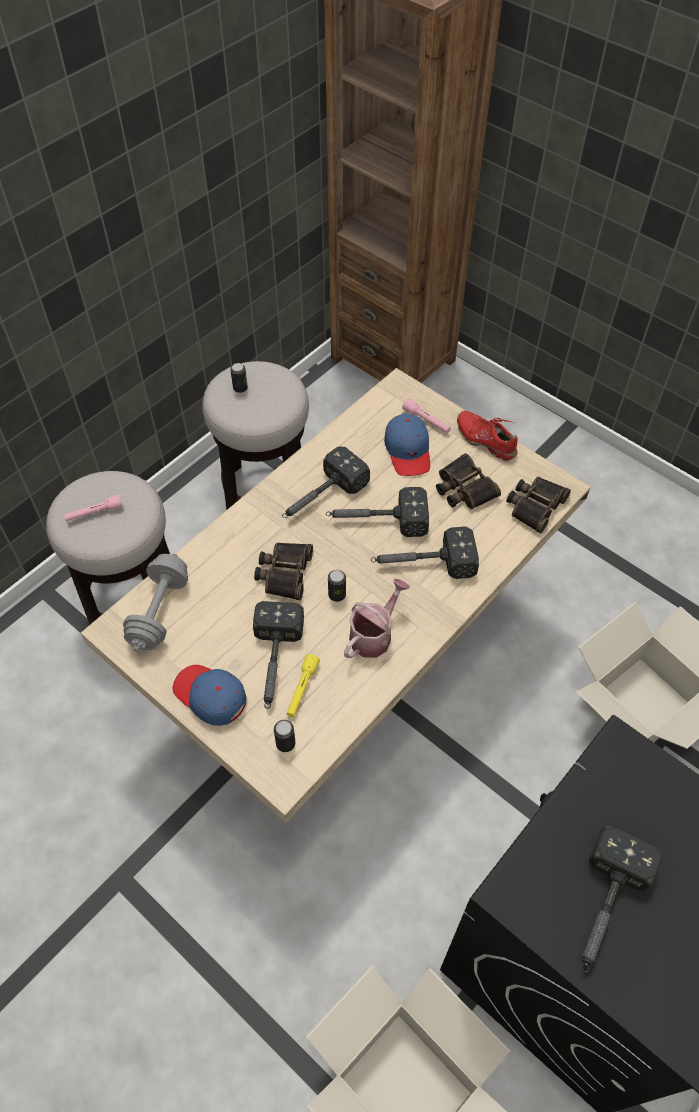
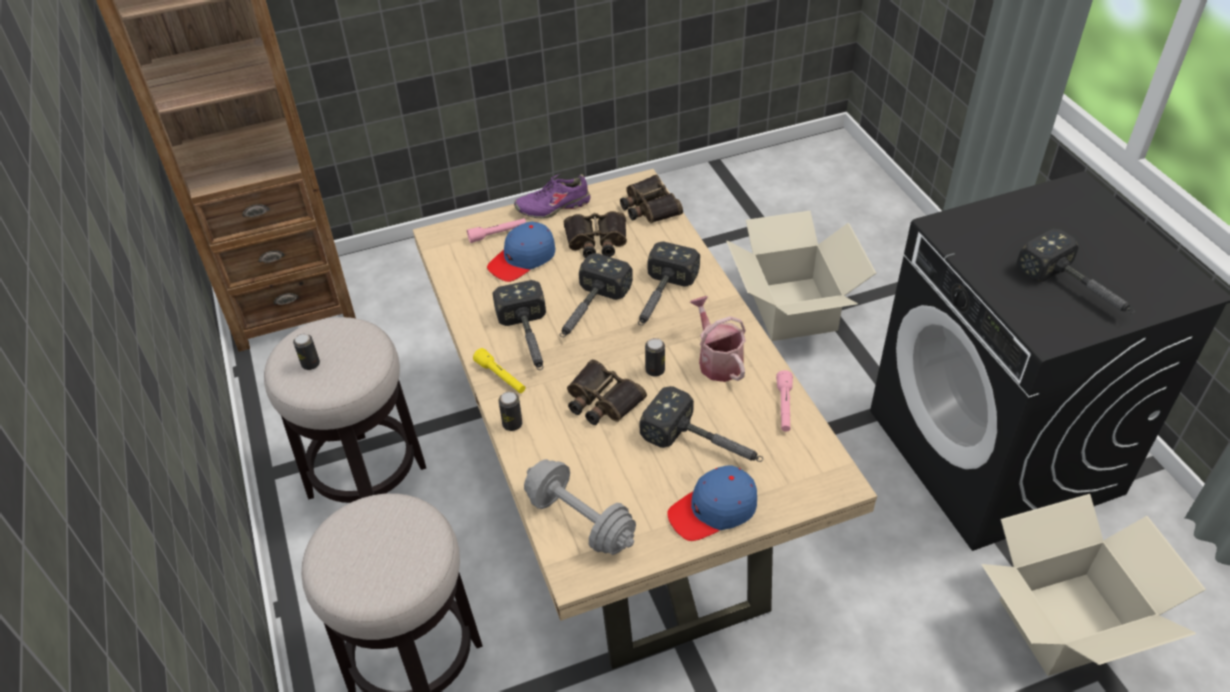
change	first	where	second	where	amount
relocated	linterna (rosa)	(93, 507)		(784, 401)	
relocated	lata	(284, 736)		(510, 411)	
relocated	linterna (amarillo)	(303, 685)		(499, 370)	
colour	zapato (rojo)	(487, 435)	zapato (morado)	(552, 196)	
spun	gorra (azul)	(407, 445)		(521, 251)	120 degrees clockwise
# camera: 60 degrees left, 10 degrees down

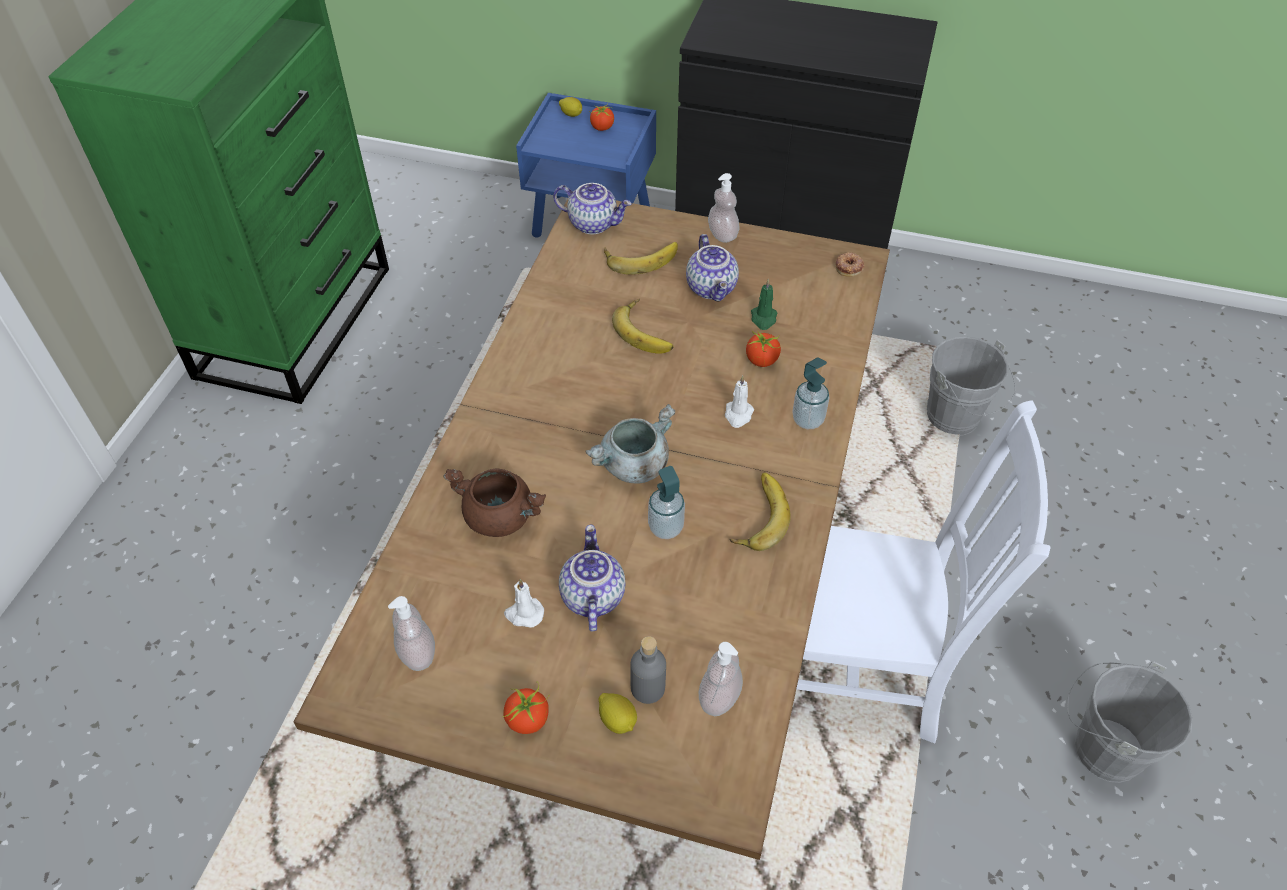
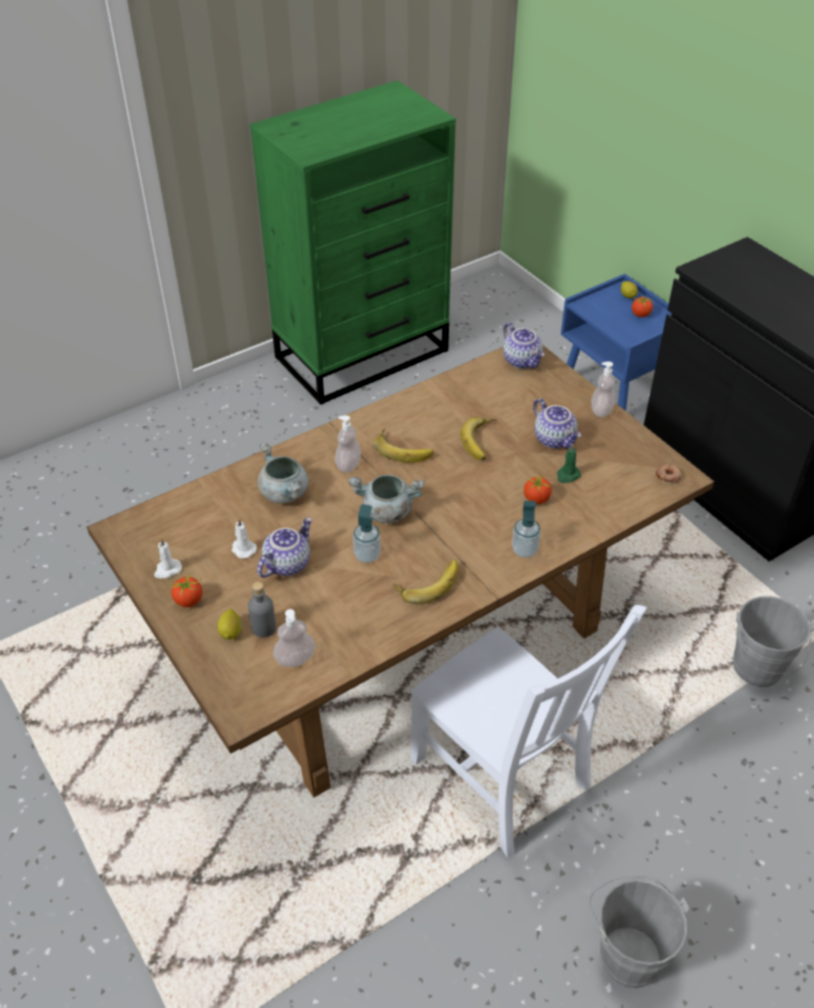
change	first	where	second	where	amount
relocated	dispensador de jabón	(411, 633)		(348, 443)	
relocated	plátano	(641, 258)		(403, 445)	
relocated	vela (blanco)	(739, 401)		(168, 558)	
colour	olla (marrón)	(494, 503)	olla (gris)	(283, 473)	
spun	tetera	(712, 268)		(557, 423)	60 degrees counterclockwise
# camera: 40 degrees right, 5 degrees down

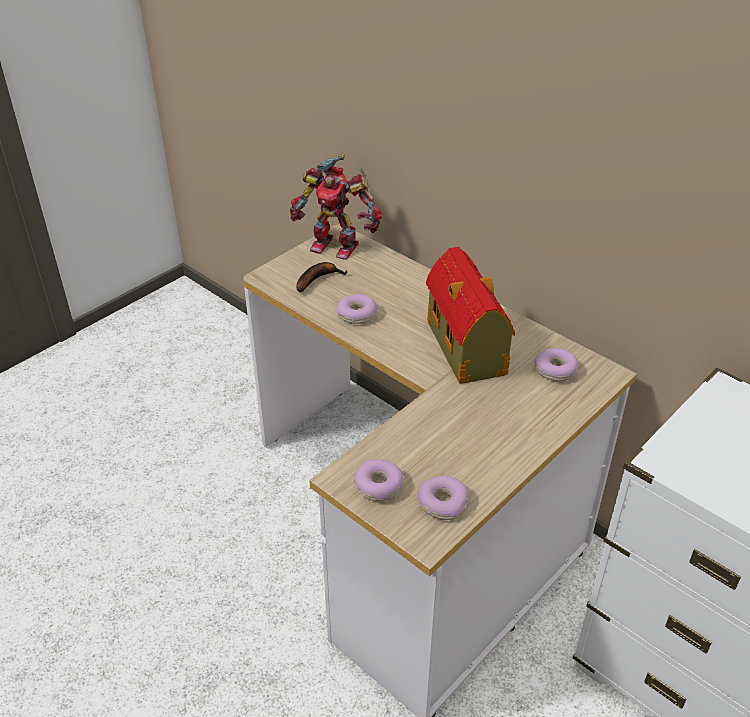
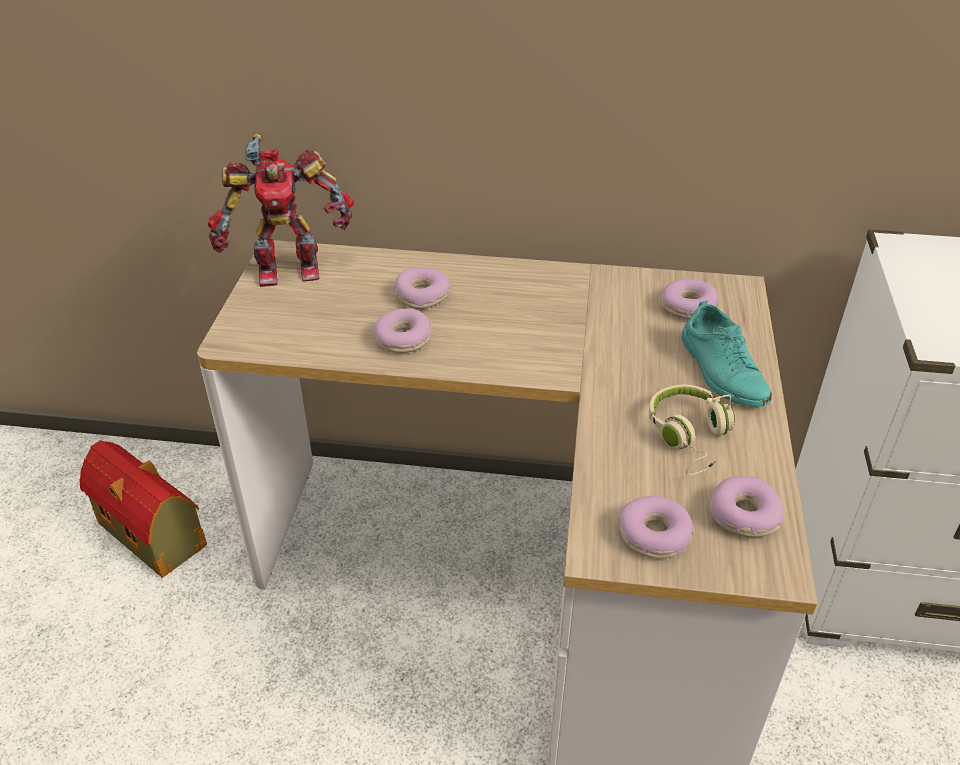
change	first	where	second	where	amount
missing	plátano	(321, 277)			
appeared			rosquilla	(422, 288)	
appeared			auriculares (beis)	(692, 429)	
appeared			zapato (turquesa)	(726, 353)	
relocated	casita	(470, 315)		(143, 509)	
# camera: 35 degrees left, 0 degrees up

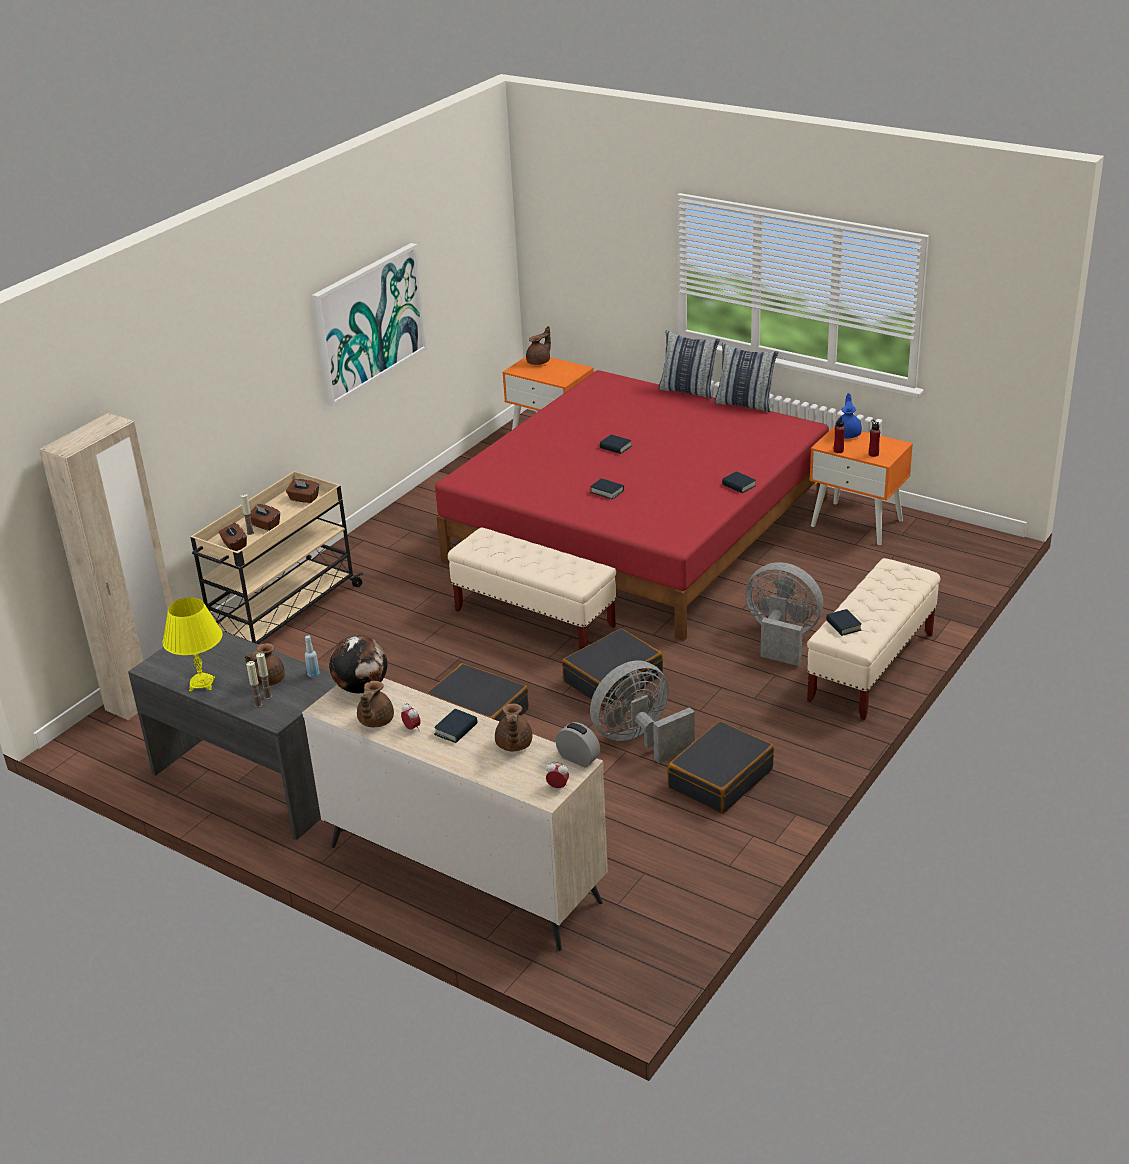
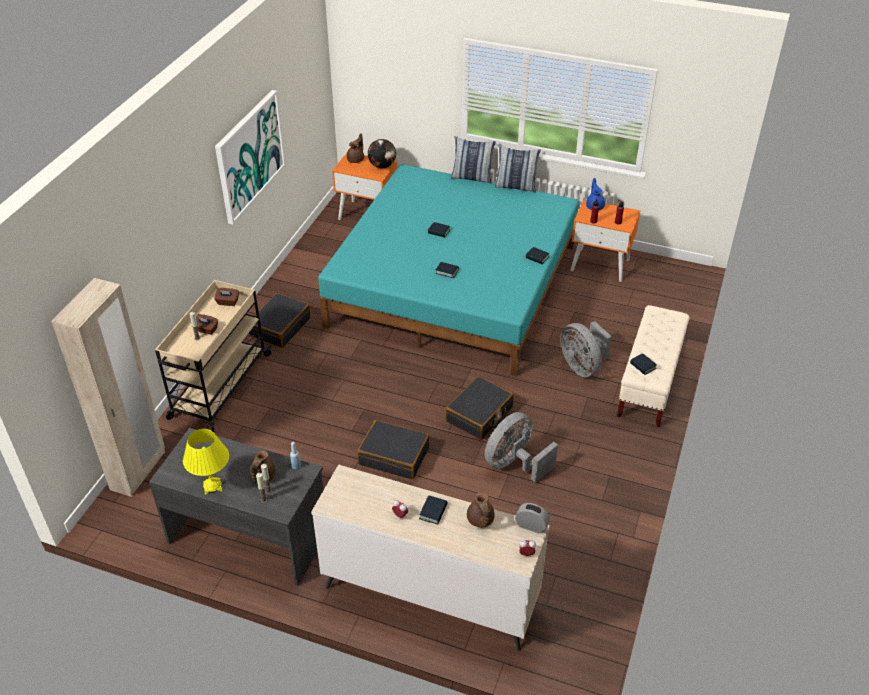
change	first	where	second	where	amount
missing	caja de pañuelos (marrón)	(233, 537)			
missing	tetera (marrón)	(375, 704)			
missing	banco (beis)	(532, 588)			
relocated	globo terráqueo	(358, 664)		(382, 153)	
relocated	maleta (negro)	(720, 767)		(280, 320)	
colour	cama (rojo)	(632, 505)	cama (turquesa)	(448, 270)	
spun	ventilador (gris)	(784, 614)		(586, 349)	135 degrees counterclockwise
# camera: 15 degrees left, 10 degrees up

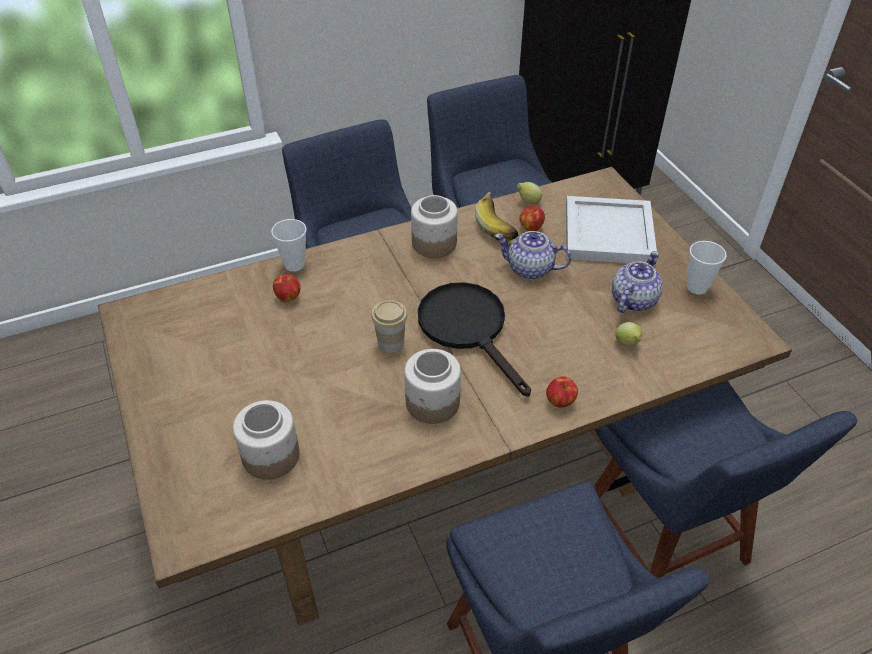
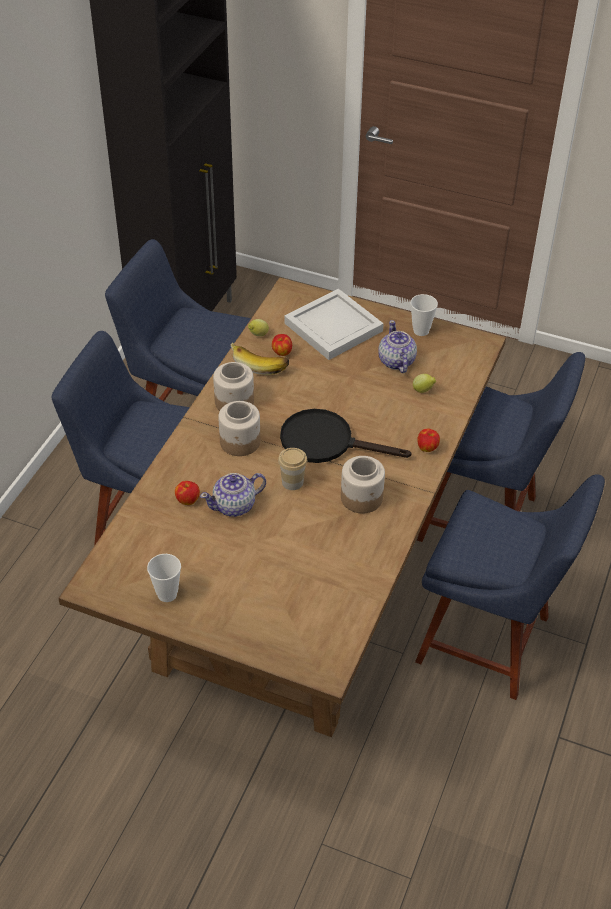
change	first	where	second	where	amount
relocated	tarro	(266, 440)		(239, 428)	
relocated	taza	(288, 245)		(164, 578)	
relocated	tetera	(533, 255)		(233, 495)	
# camera: 45 degrees left, 0 degrees up

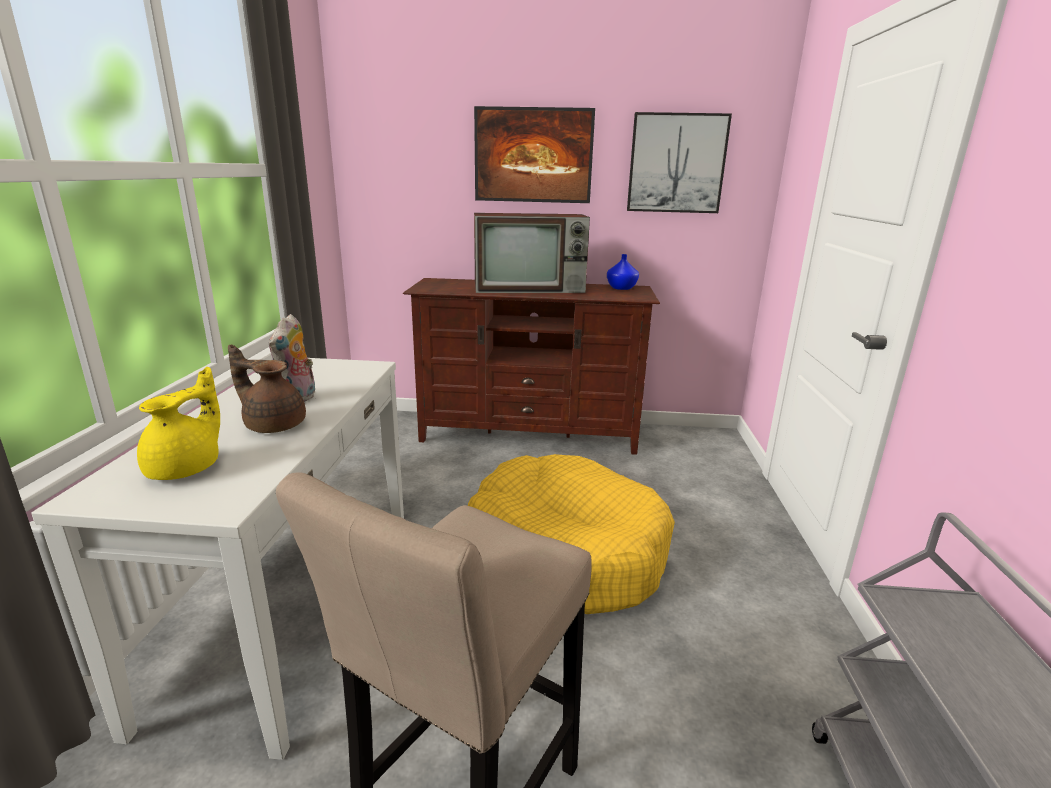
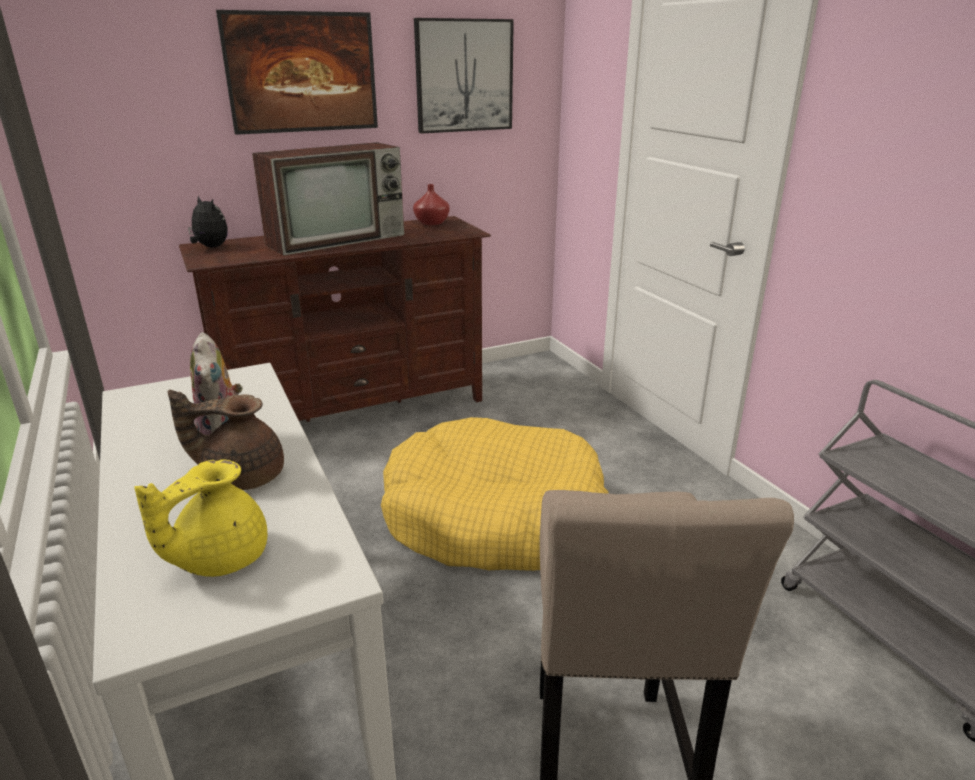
change	first	where	second	where	amount
appeared			peluche	(208, 221)	
colour	florero (azul)	(623, 272)	florero (rojo)	(431, 204)	
spun	tetera (amarillo)	(178, 423)		(200, 518)	135 degrees counterclockwise
# camera: 30 degrees left, 5 degrees up

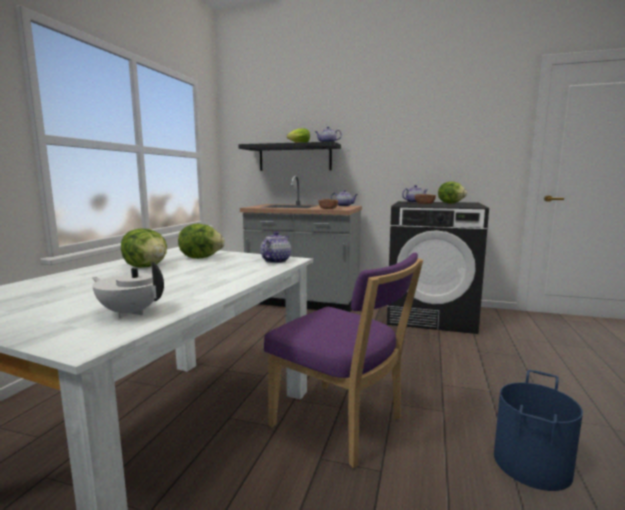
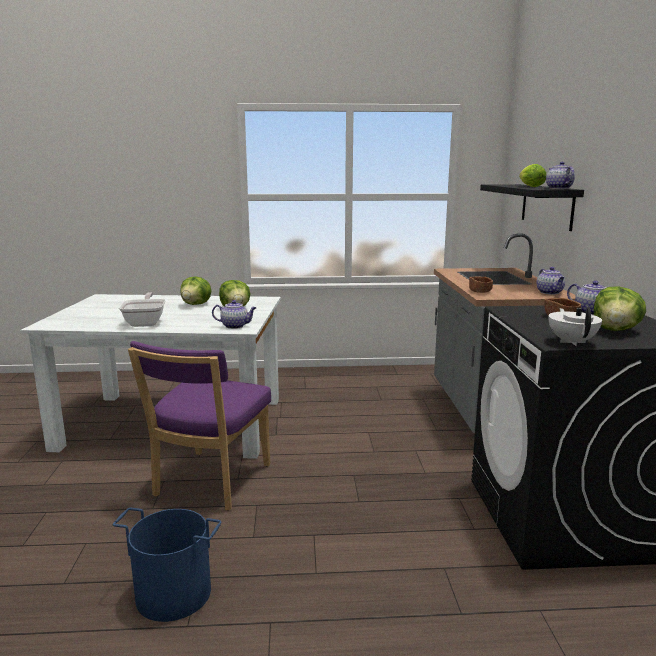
change	first	where	second	where	amount
appeared			sartén	(142, 309)	
relocated	tetera (blanco)	(128, 290)		(575, 326)	
# camera: 70 degrees right, 5 degrees up

